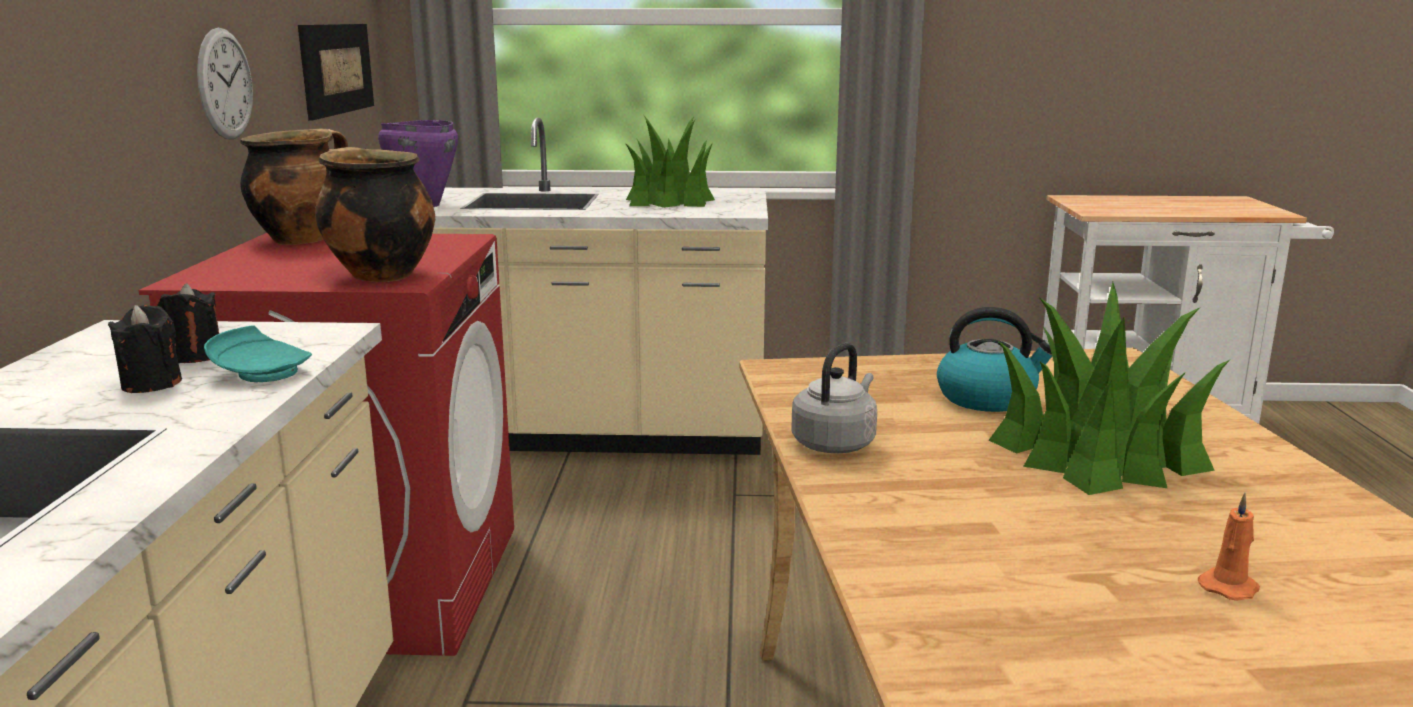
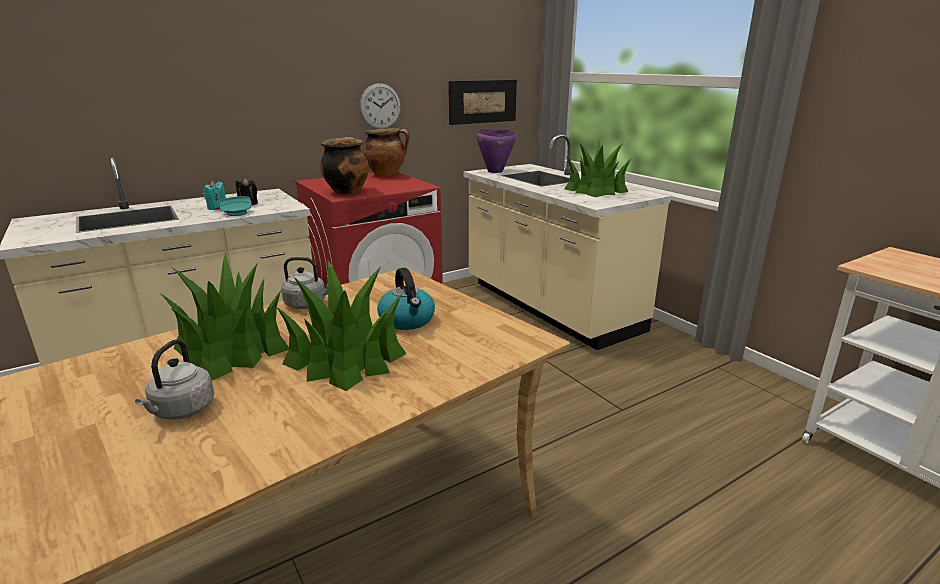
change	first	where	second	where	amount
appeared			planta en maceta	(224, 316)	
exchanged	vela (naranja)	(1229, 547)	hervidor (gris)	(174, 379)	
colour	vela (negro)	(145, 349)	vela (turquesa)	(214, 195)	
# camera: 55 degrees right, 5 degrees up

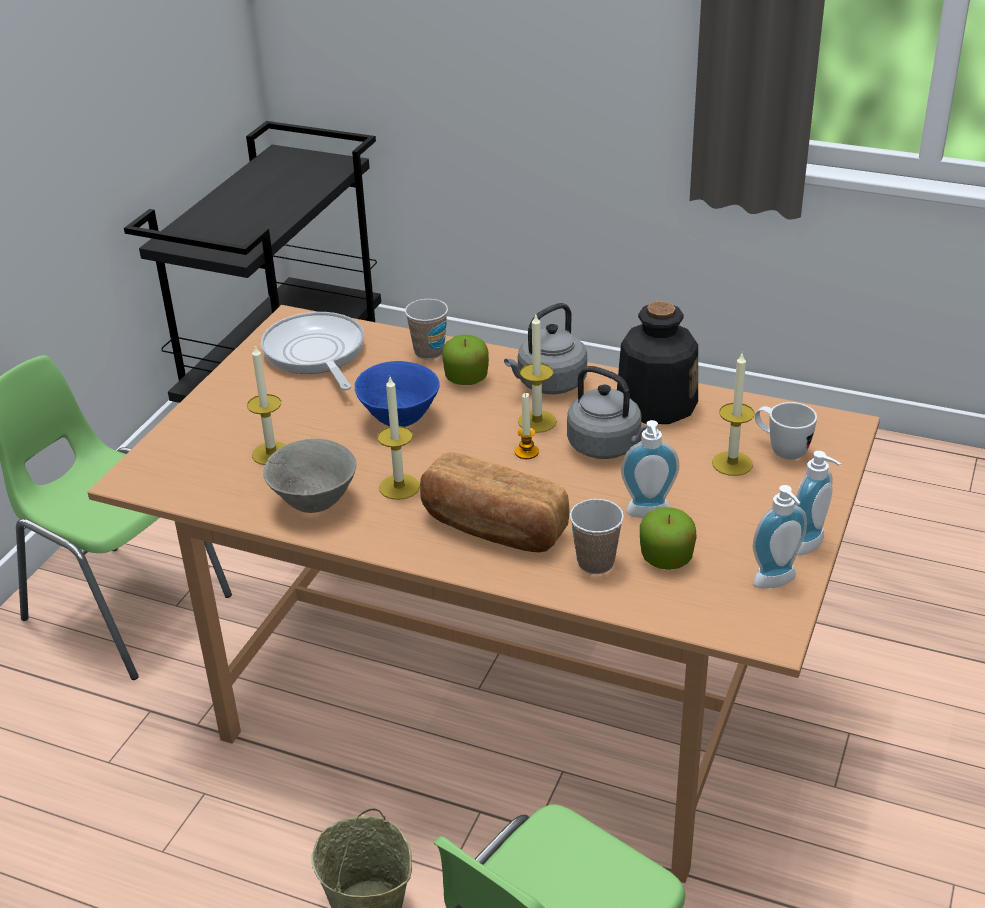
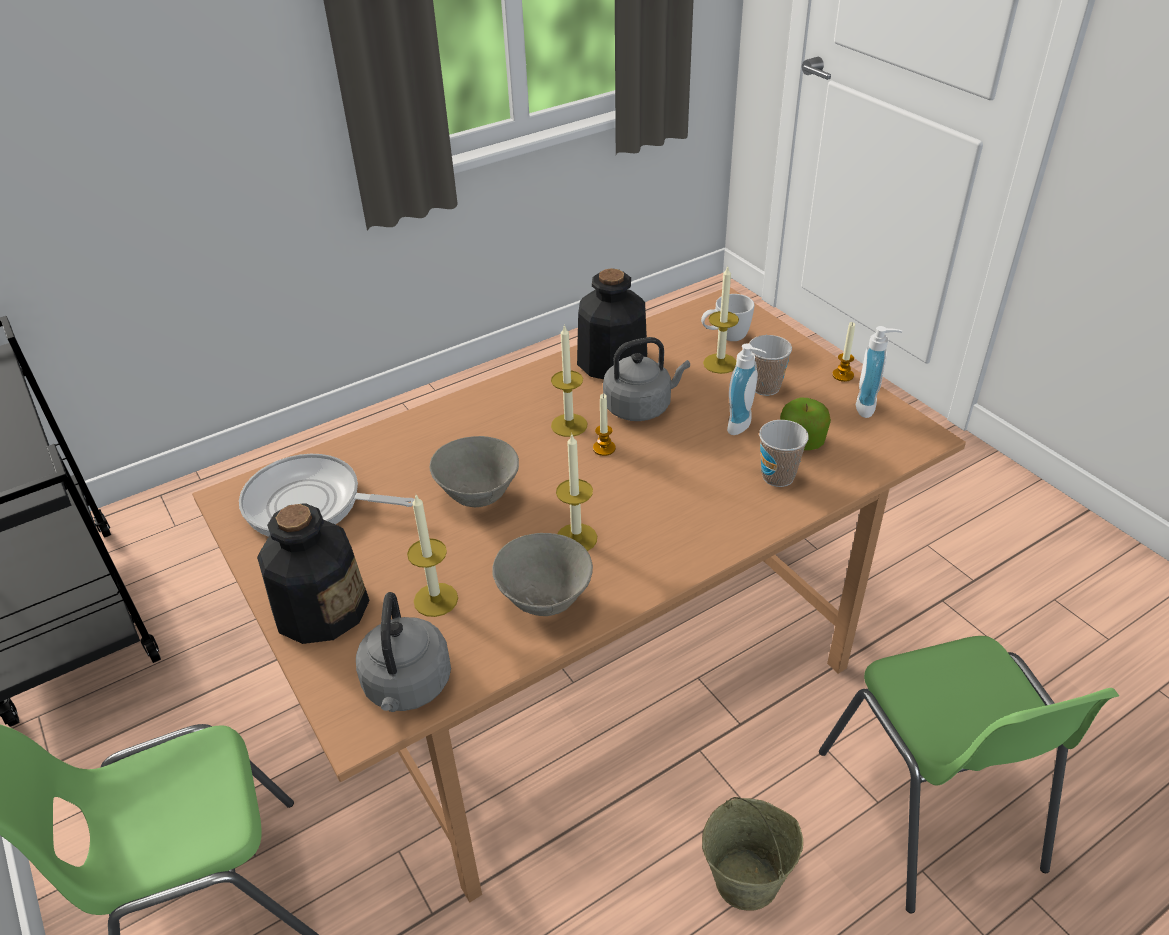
change	first	where	second	where	amount
missing	pan	(495, 502)			
missing	manzana	(465, 360)			
appeared			botella	(313, 573)	
relocated	taza	(426, 329)		(770, 365)	
relocated	hervidor (gris)	(545, 348)		(403, 652)	
exchanged	dispensador de jabón	(818, 503)	vela	(843, 352)	
colour	cuenco (azul)	(397, 394)	cuenco (gris)	(474, 471)	
# camera: 55 degrees left, 5 degrees up

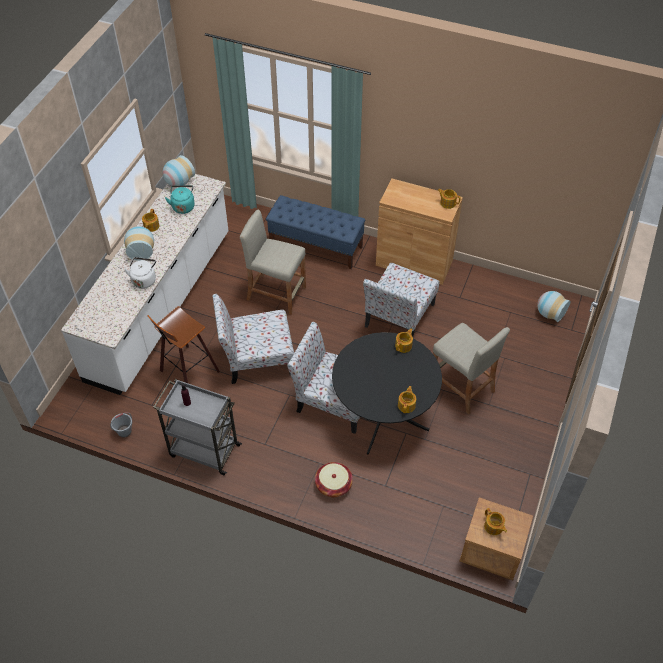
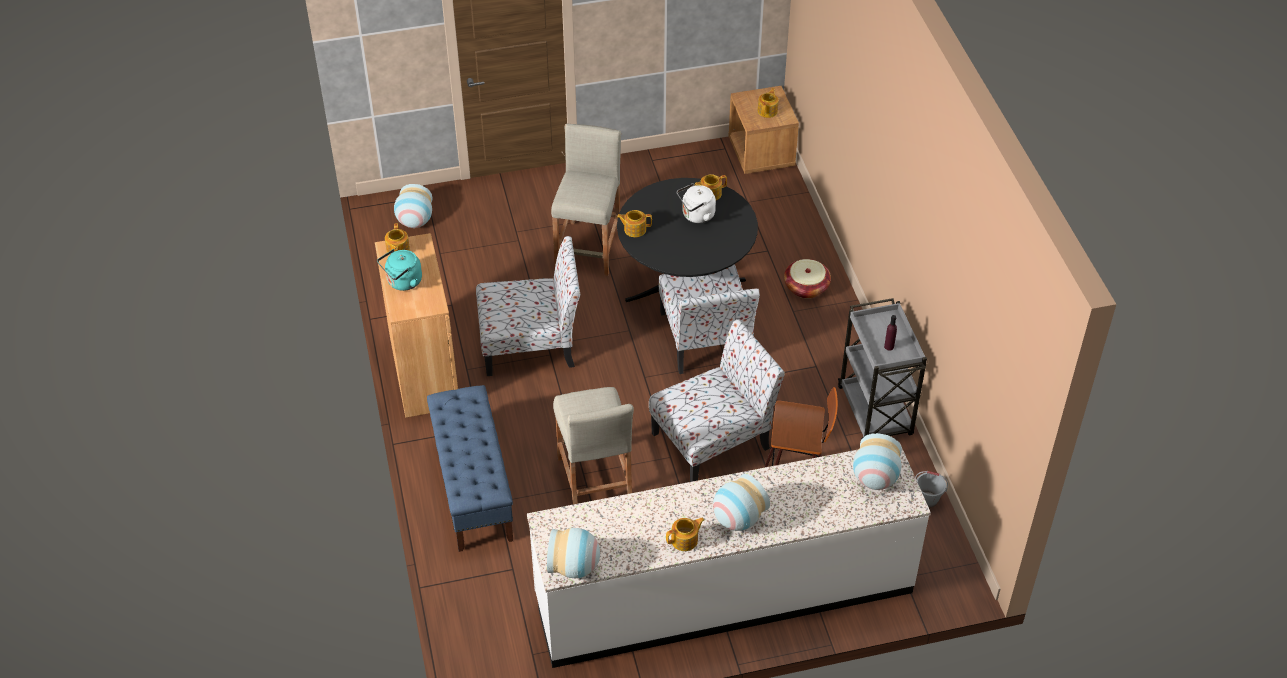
change	first	where	second	where	amount
appeared			florero	(877, 461)	
relocated	hervidor (blanco)	(140, 273)		(696, 203)	
relocated	hervidor (turquesa)	(180, 199)		(399, 270)	
spun	silla	(253, 339)		(717, 400)	75 degrees counterclockwise
# camera: 125 degrees left, 5 degrees down

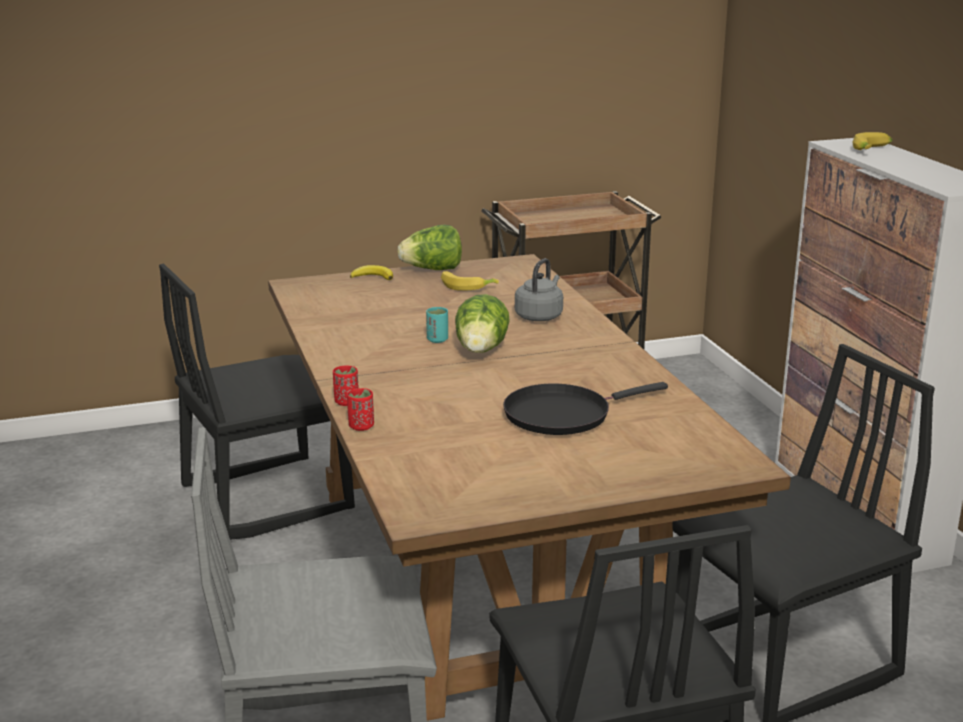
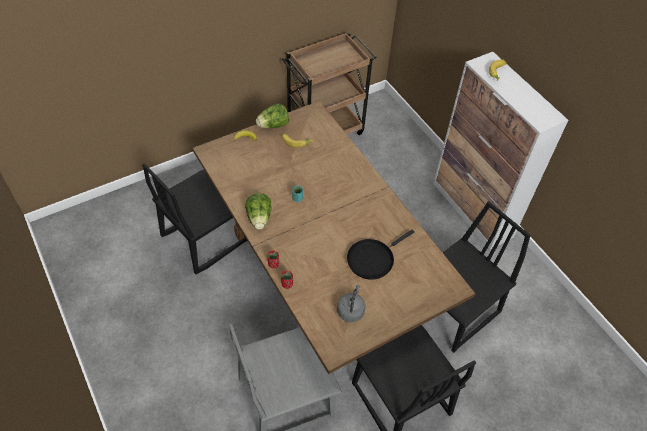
change	first	where	second	where	amount
relocated	lechuga	(482, 323)		(258, 211)	
relocated	hervidor (gris)	(539, 289)		(351, 303)	
# camera: 15 degrees left, 30 degrees up

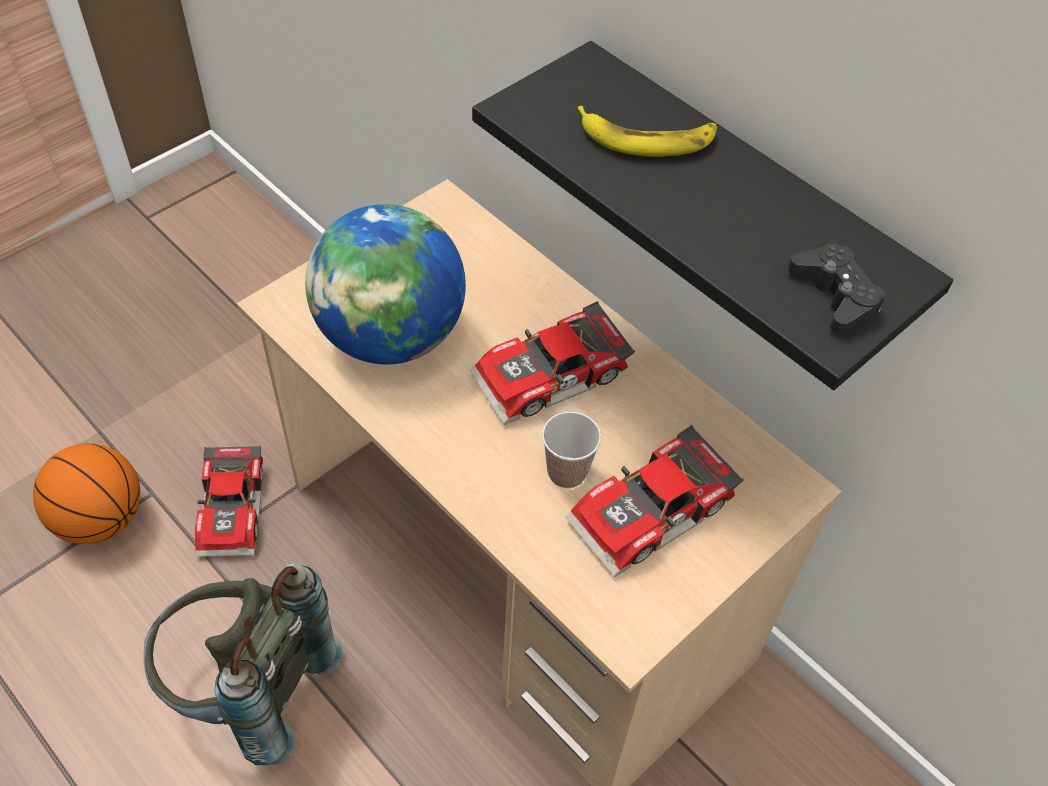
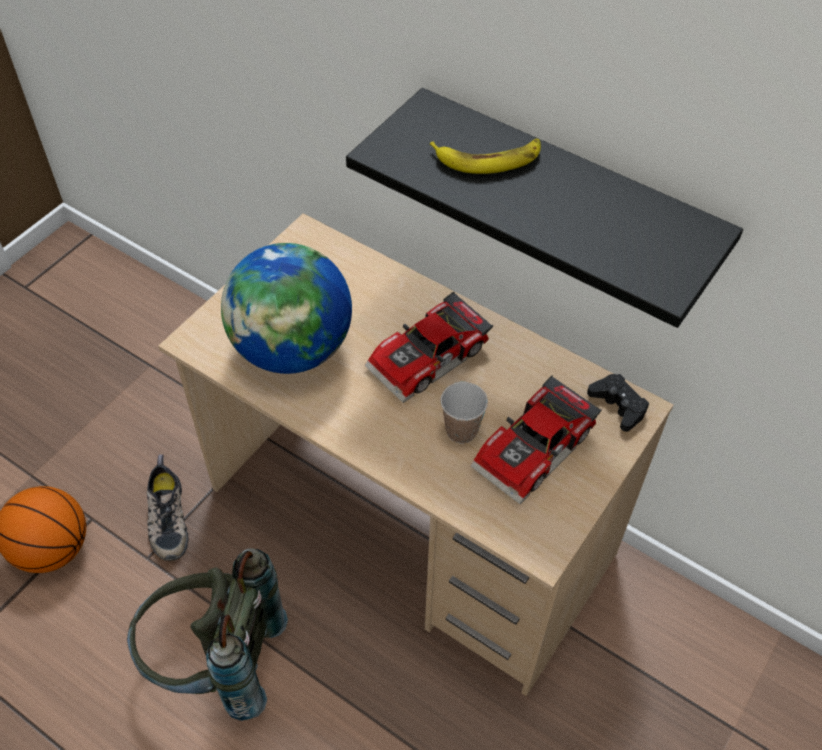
change	first	where	second	where	amount
relocated	mando de consola (negro)	(837, 289)		(618, 403)	
exchanged	coche de juguete	(229, 501)	zapato	(167, 508)	
# camera: 10 degrees left, 0 degrees up

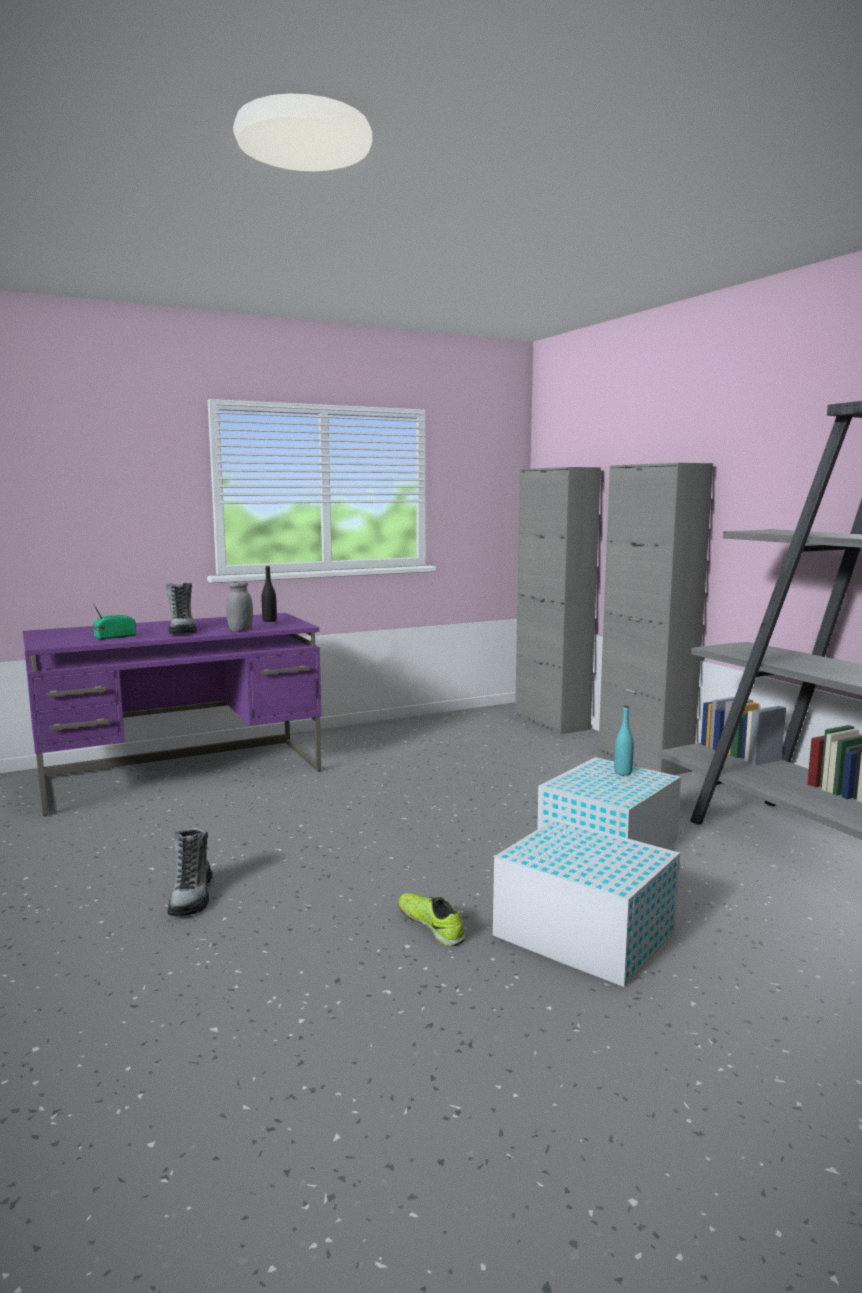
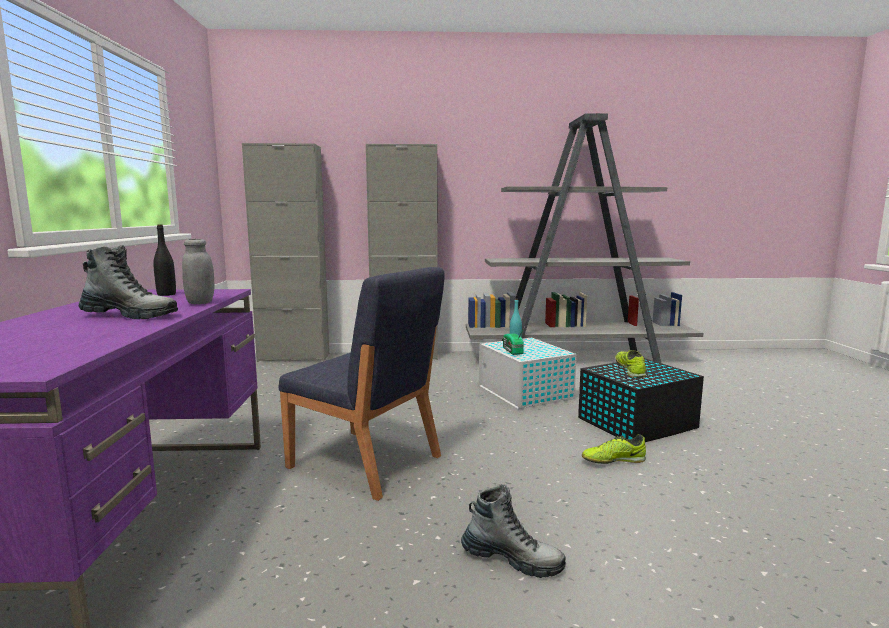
change	first	where	second	where	amount
appeared			silla (azul)	(361, 384)	
appeared			zapato	(630, 364)	
relocated	radio	(114, 621)		(514, 340)	
colour	caja de almacenaje (blanco)	(586, 903)	caja de almacenaje (negro)	(641, 400)	
# camera: 65 degrees left, 0 degrees up

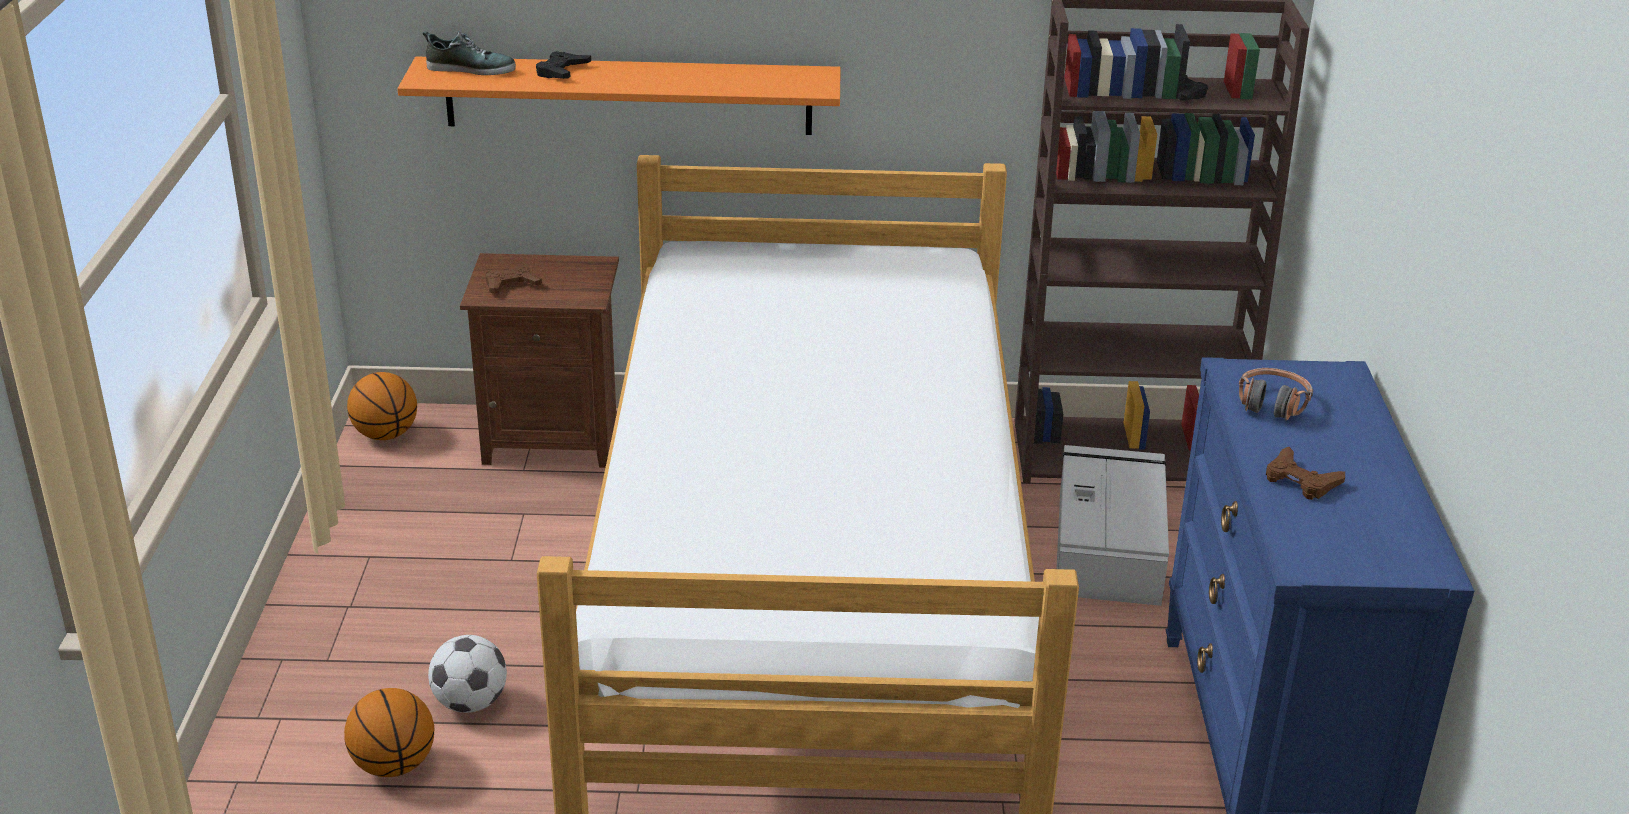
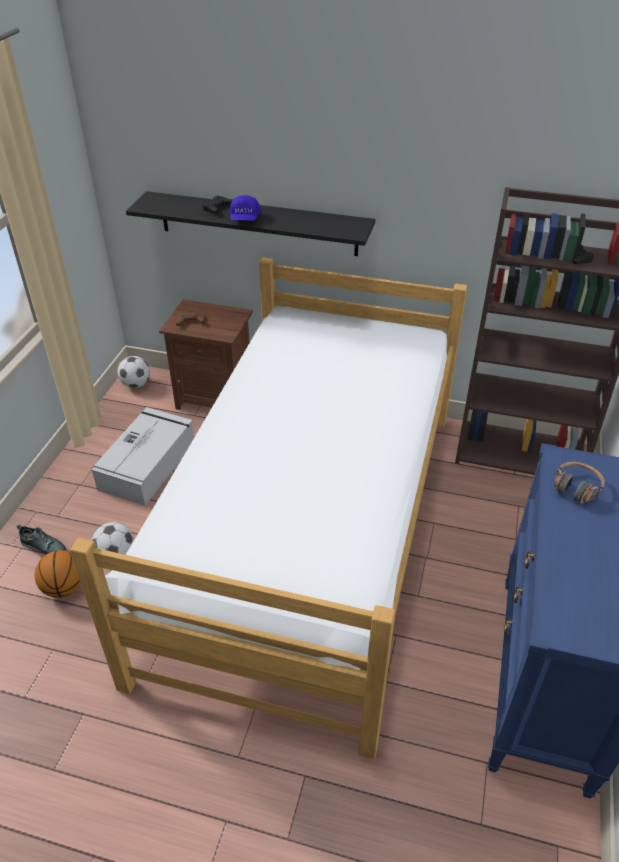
change	first	where	second	where	amount
missing	mando de consola (marrón)	(1305, 473)			
appeared			gorra (azul)	(245, 208)	
relocated	zapato	(469, 53)		(41, 540)	
relocated	caja de almacenaje (gris)	(1113, 525)		(143, 456)	
exchanged	balón de baloncesto	(382, 406)	balón de fútbol	(133, 372)	
colour	estante (naranja)	(619, 96)	estante (negro)	(250, 223)	
# camera: 15 degrees right, 10 degrees up

